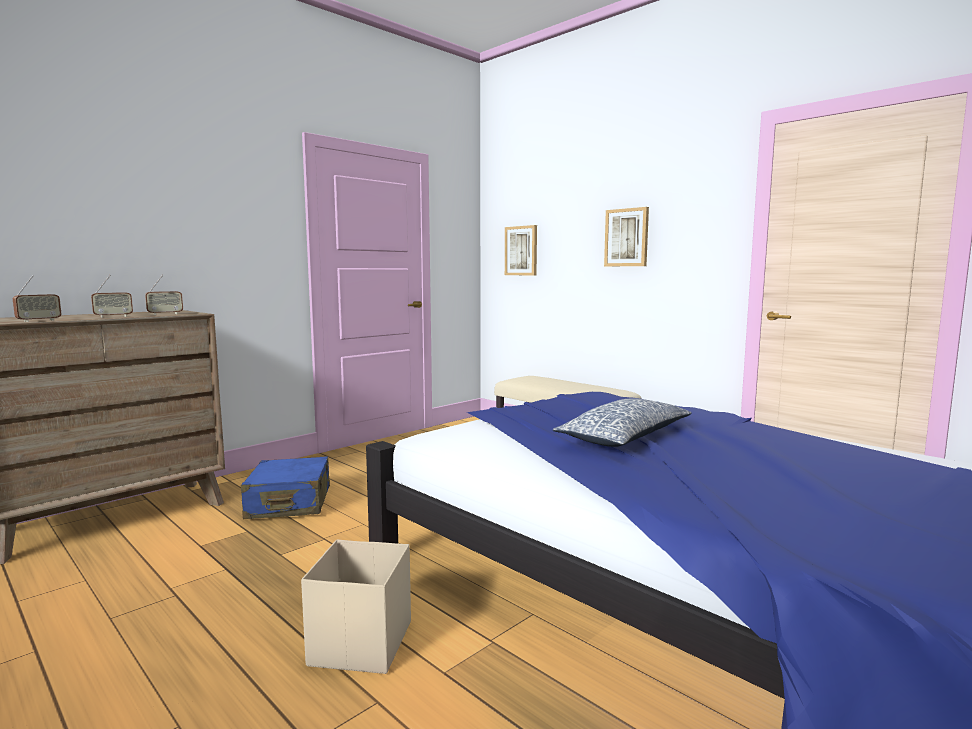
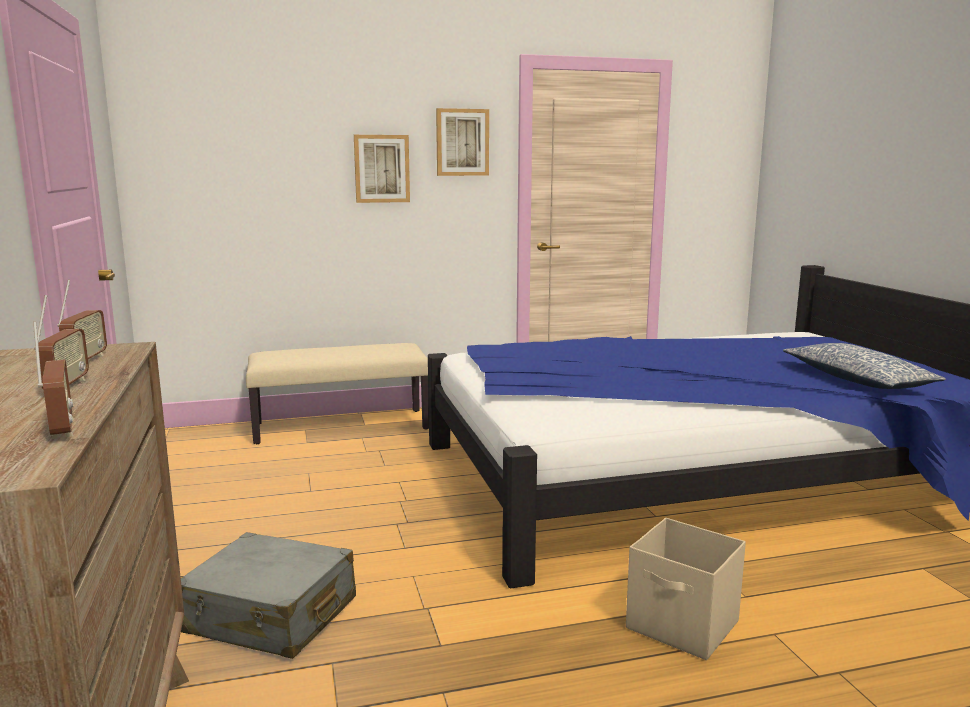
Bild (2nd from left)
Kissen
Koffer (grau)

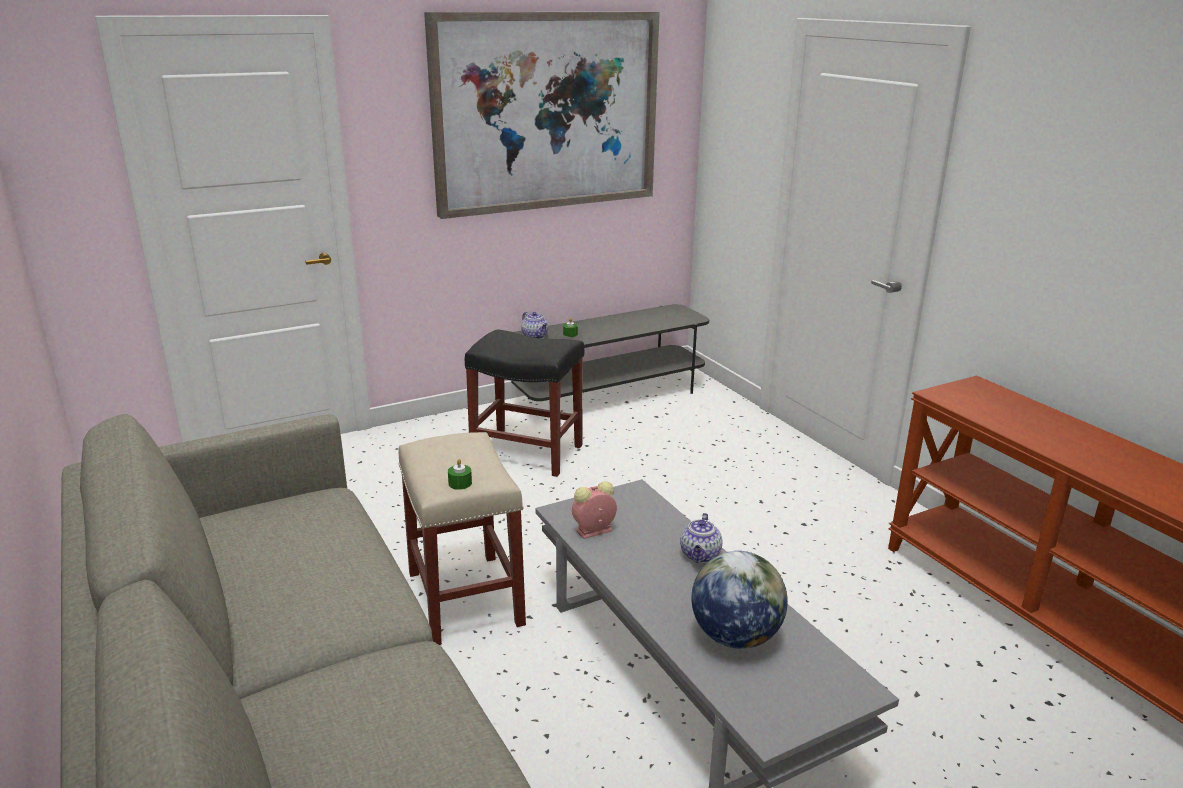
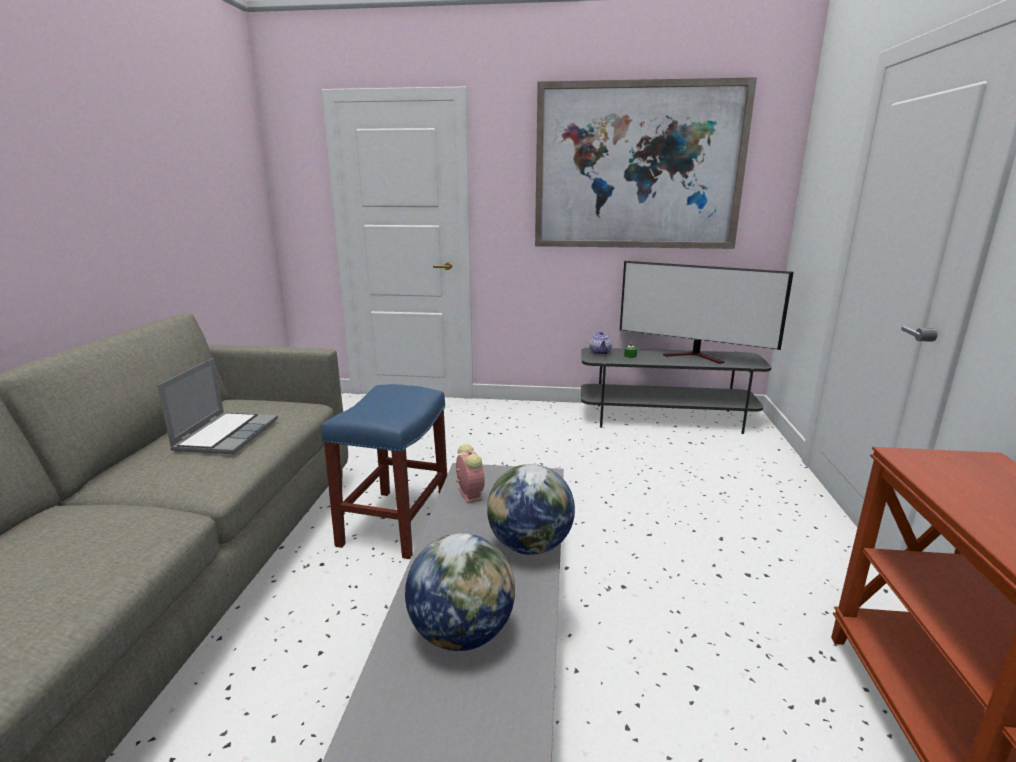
Hocker (schwarz)
Hocker (blau)
Kerze (grün) (1st from left in the first image)
Wecker
Globus (2nd from left)
Fernseher
Laptop

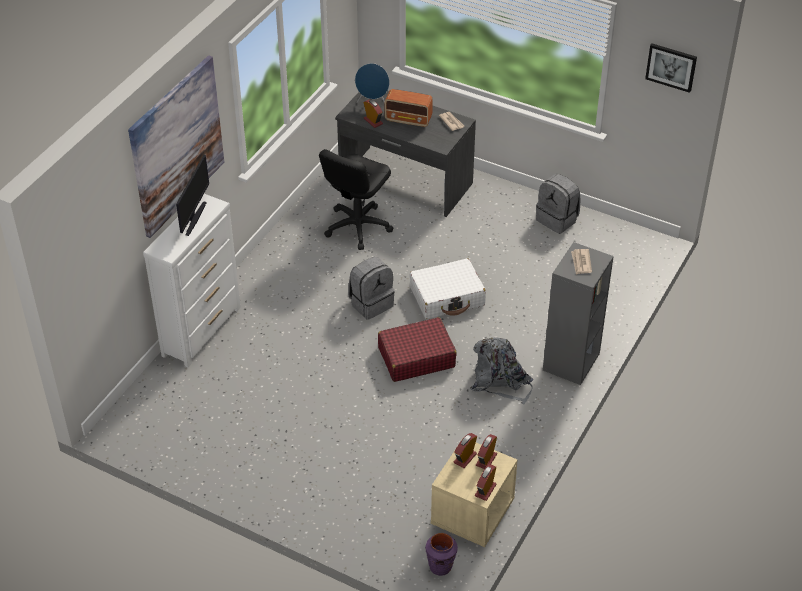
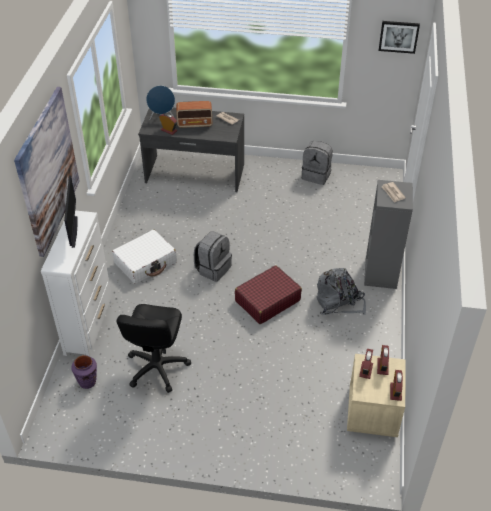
Bürostuhl (schwarz)
Koffer (weiß)
Vase (lila)

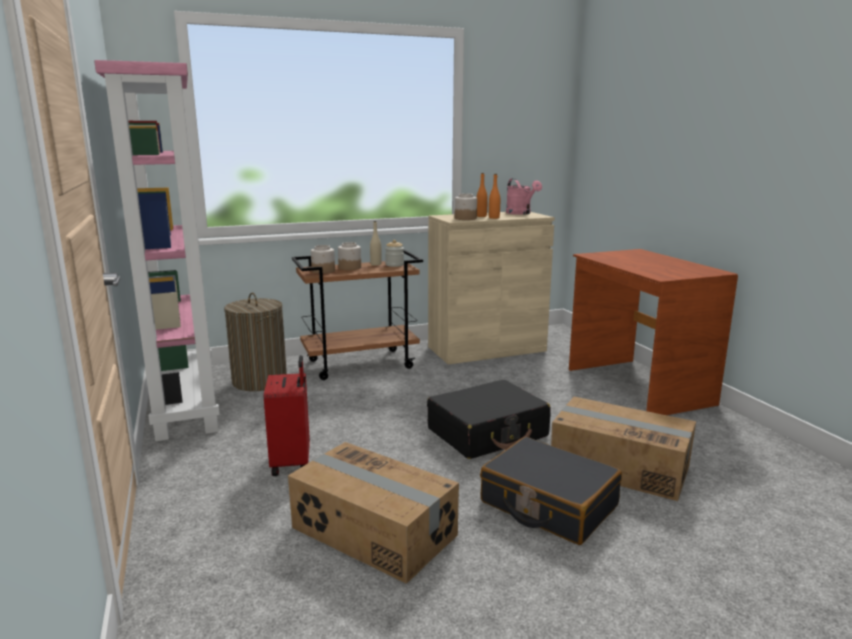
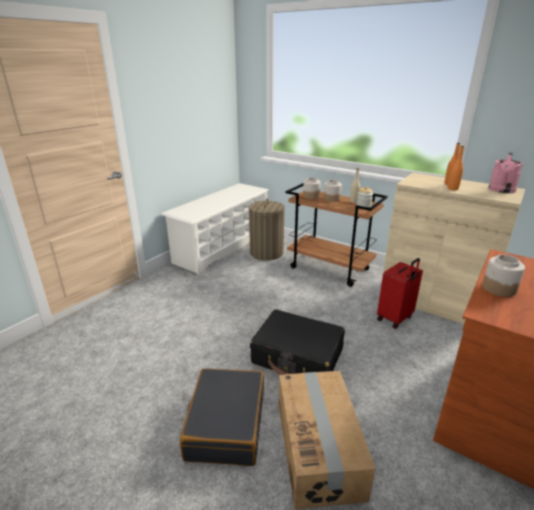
Schuhregal (weiß)
Vorratsglas (4th from left)
Koffer (rot)
Karton (1st from left in the first image)

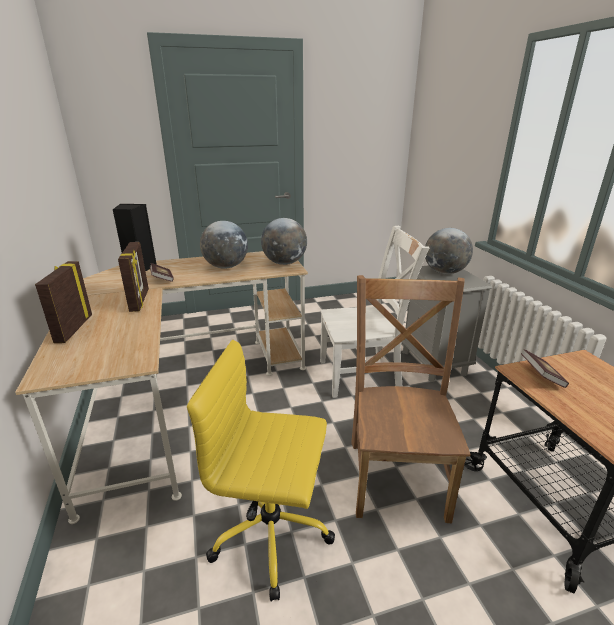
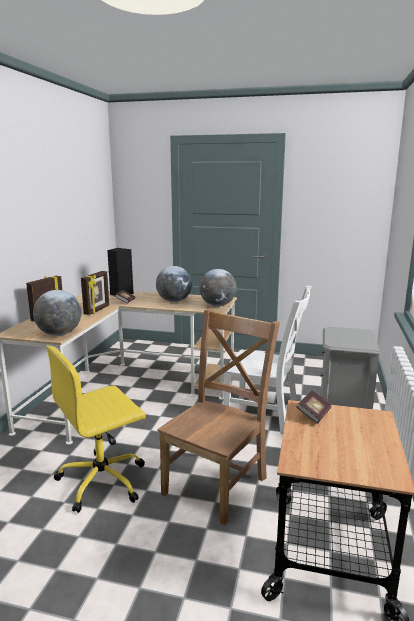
Globus (1st from left)
Bürostuhl (gelb)

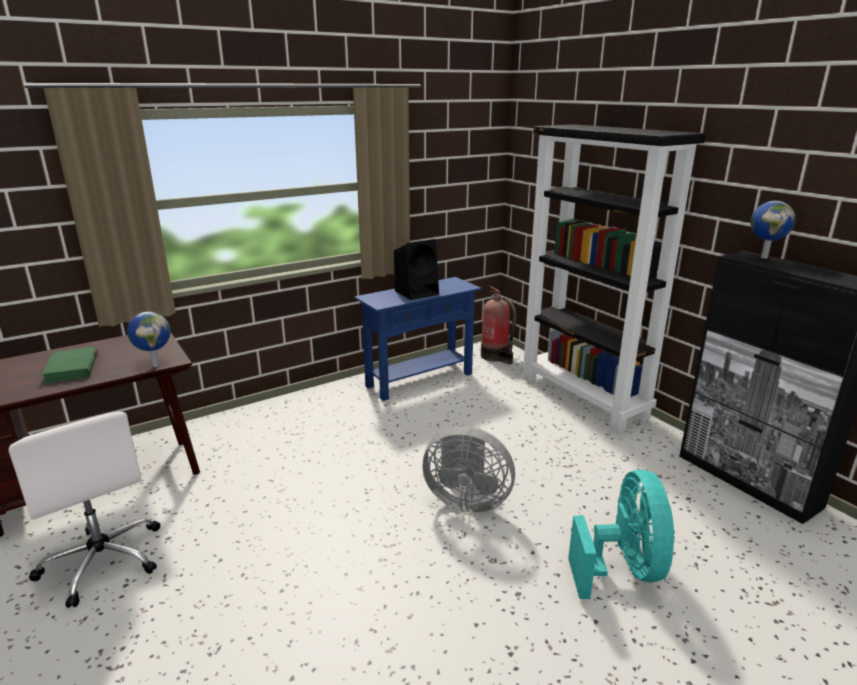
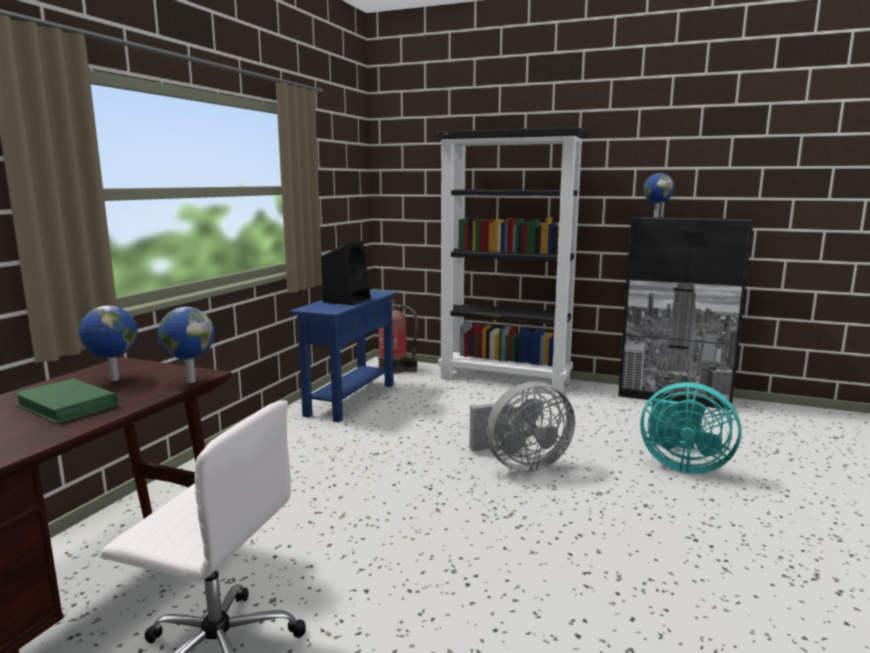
Ventilator (türkis)
Globus (1st from left)

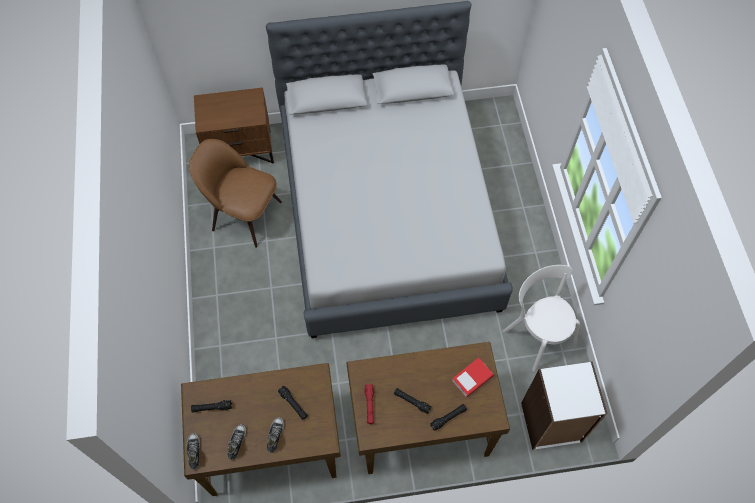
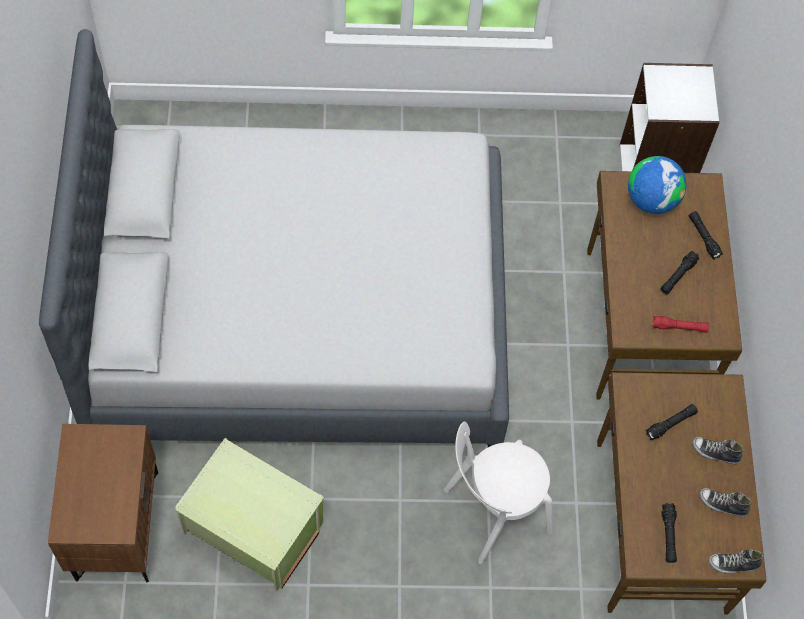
Aufbewahrungsbox (grün)
Stuhl (weiß)
Globus

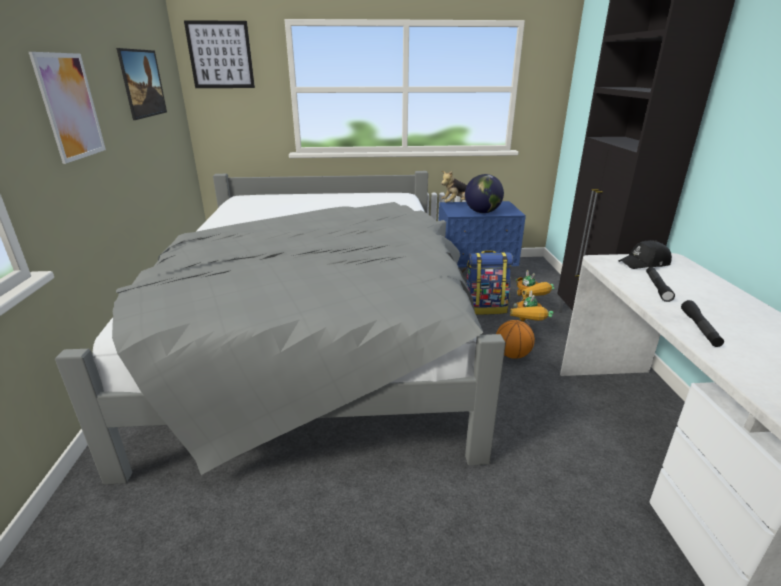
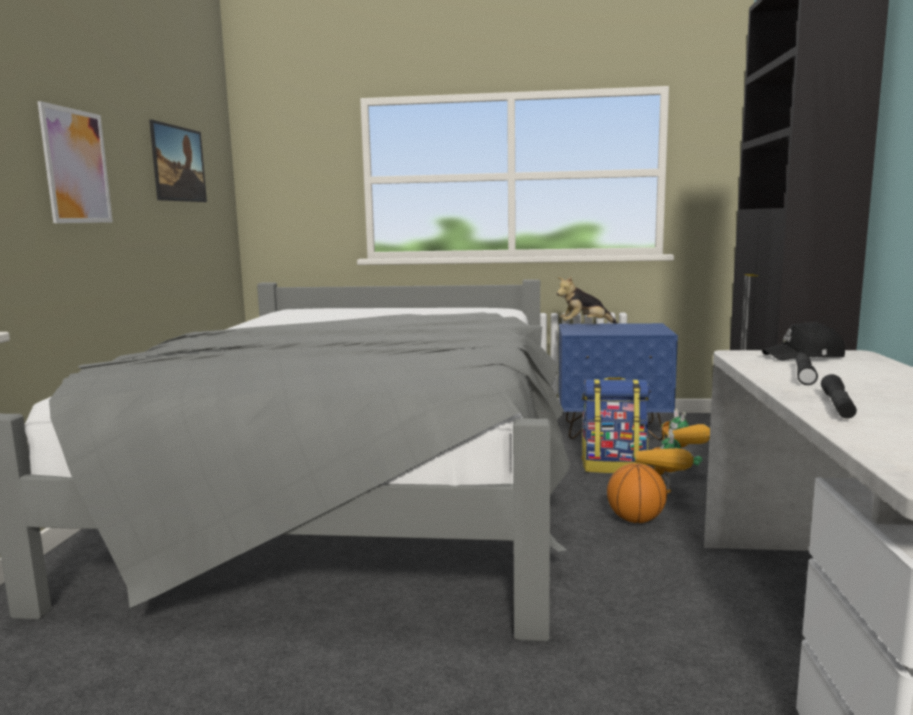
Bild (3rd from left in the first image)
Globus

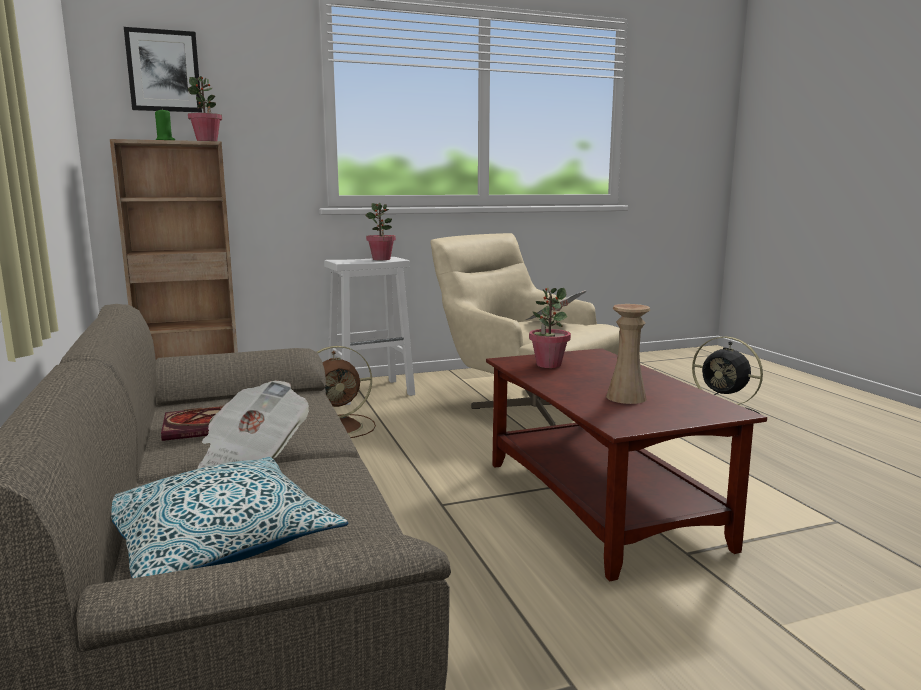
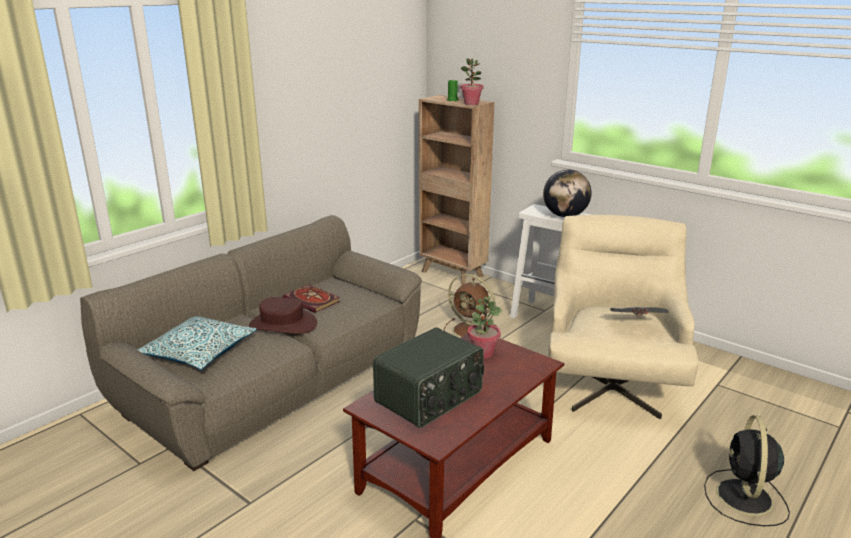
Bild
Globus
Radio
Hut (braun)

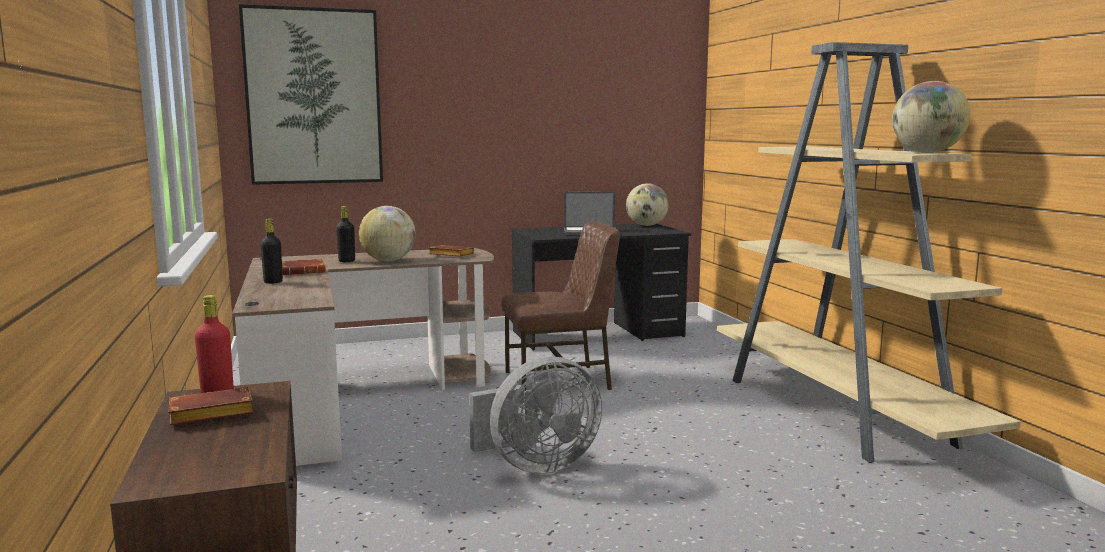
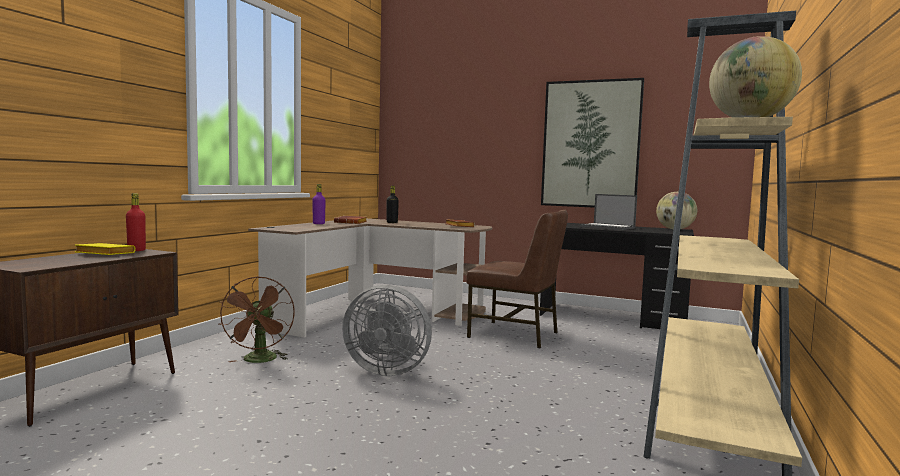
Bild
Globus (1st from left in the first image)
Flasche (lila)
Buch (gelb)
Ventilator (braun)

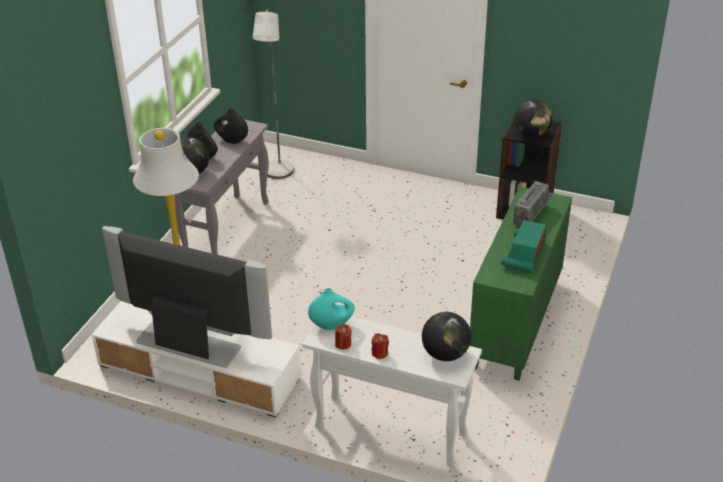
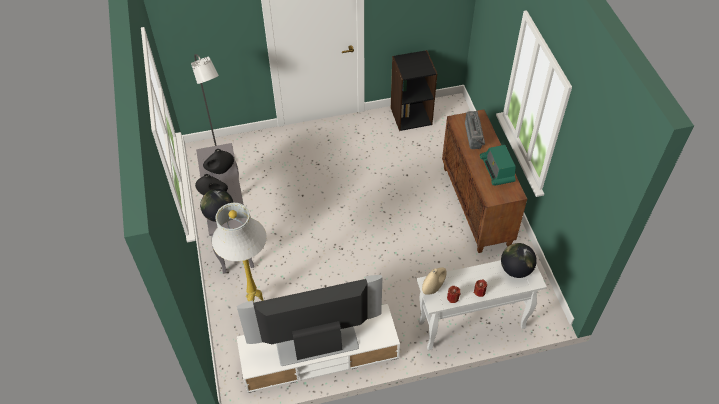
Globus (3rd from left in the first image)
Schrank (braun)
Vase (beige)

